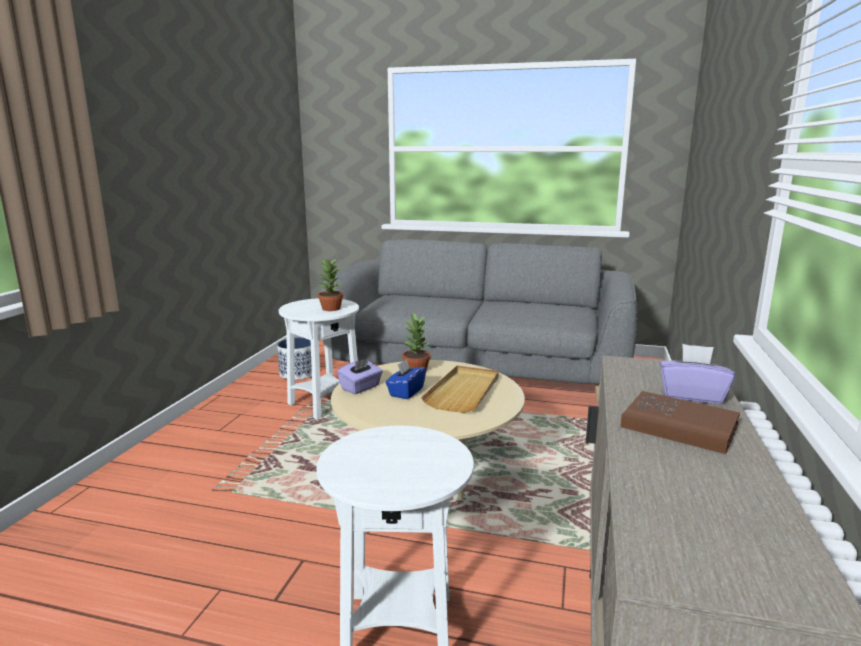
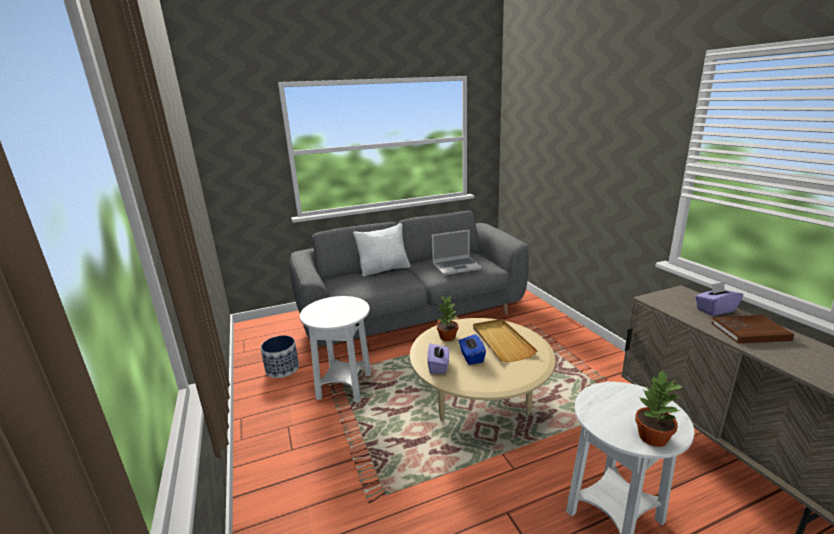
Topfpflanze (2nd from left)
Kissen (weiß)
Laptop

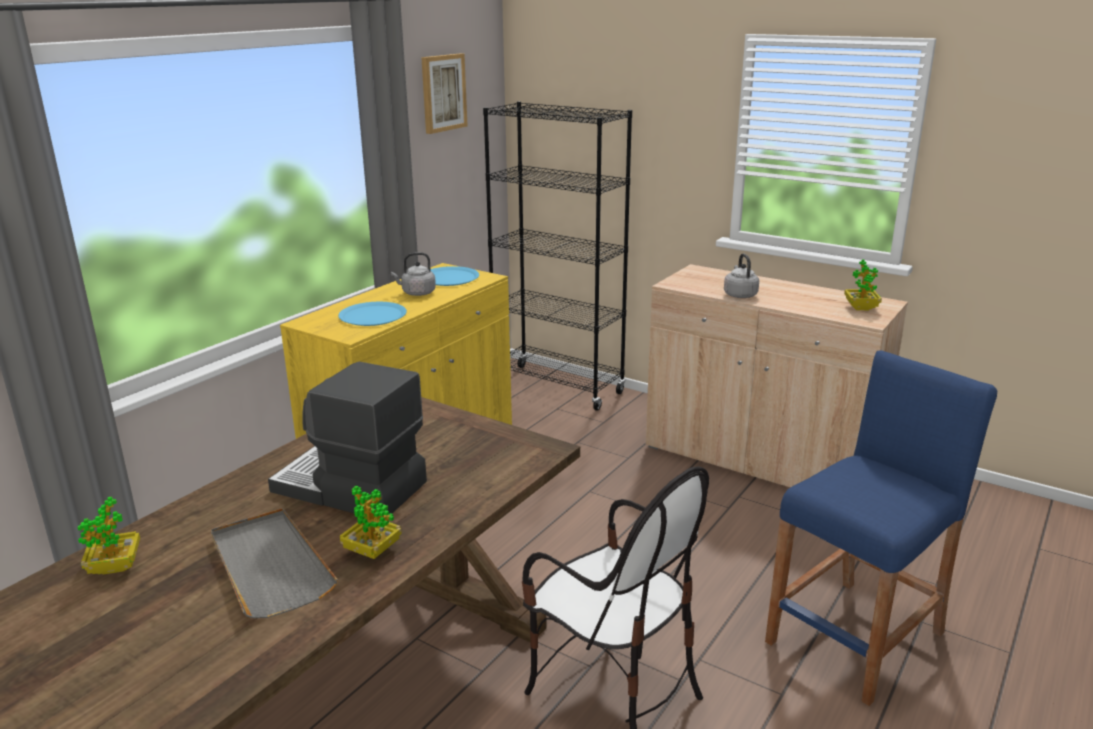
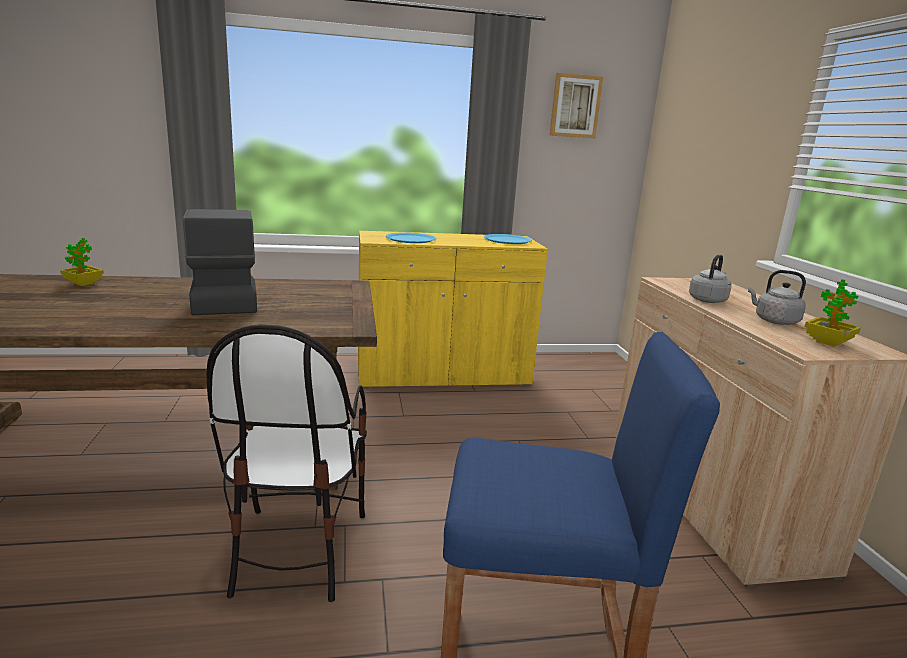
Bücherregal (schwarz)
Wasserkessel (grau) (2nd from left)
Topfpflanze (2nd from left in the first image)
Tablett (grau)

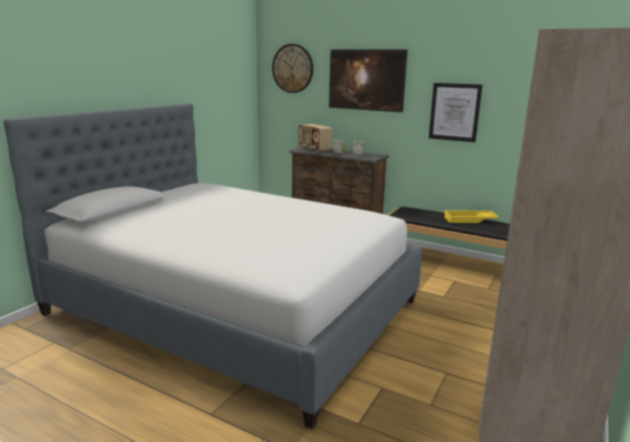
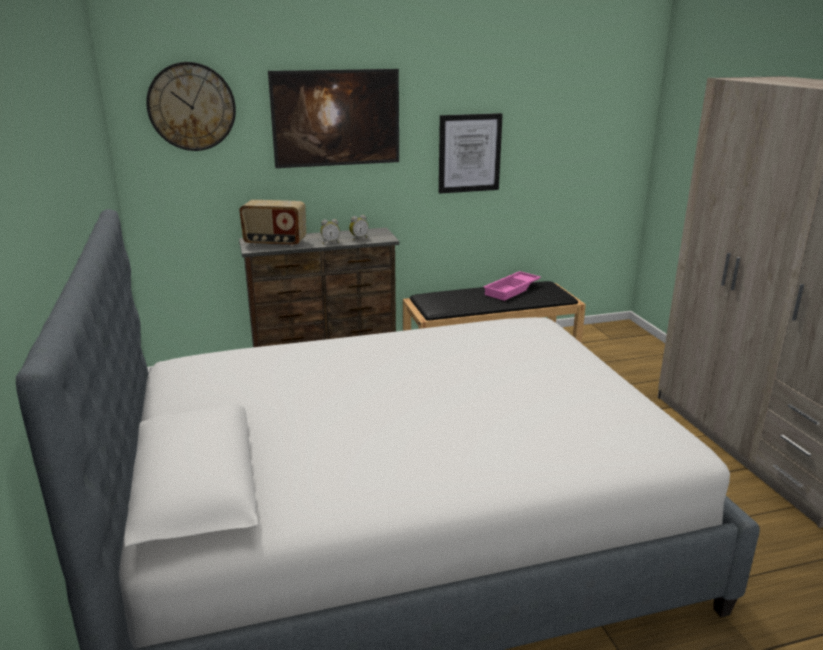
Tablett (rosa)

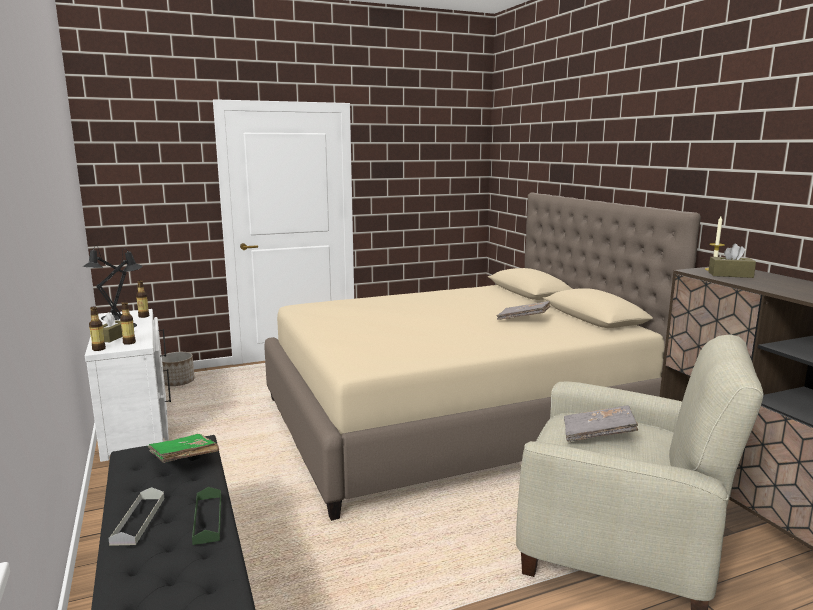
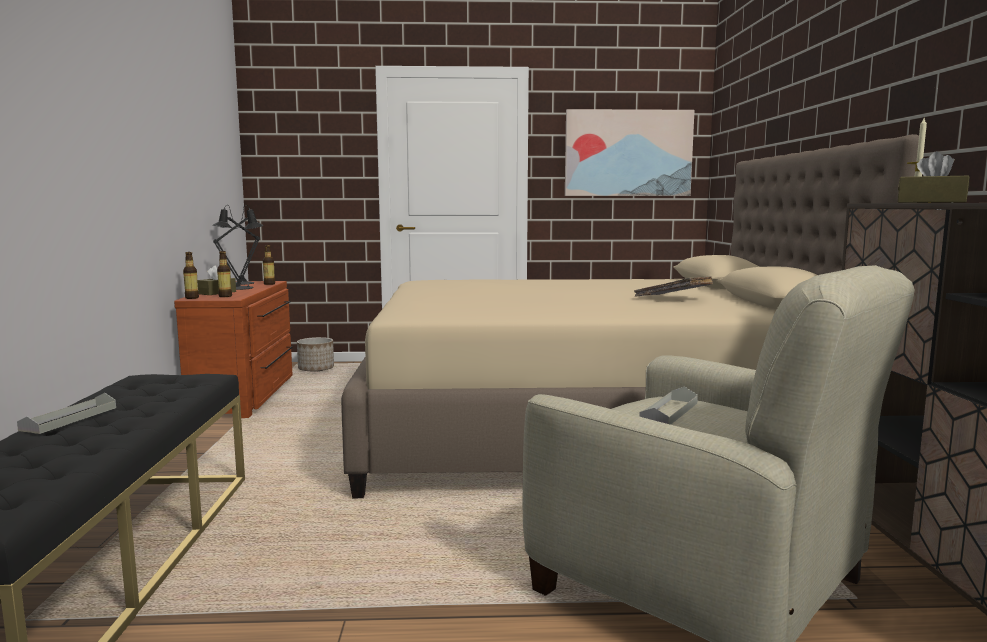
Kommode (braun)
Tablett (grau) (2nd from left)
Buch (grün)
Tablett (grün)
Bild

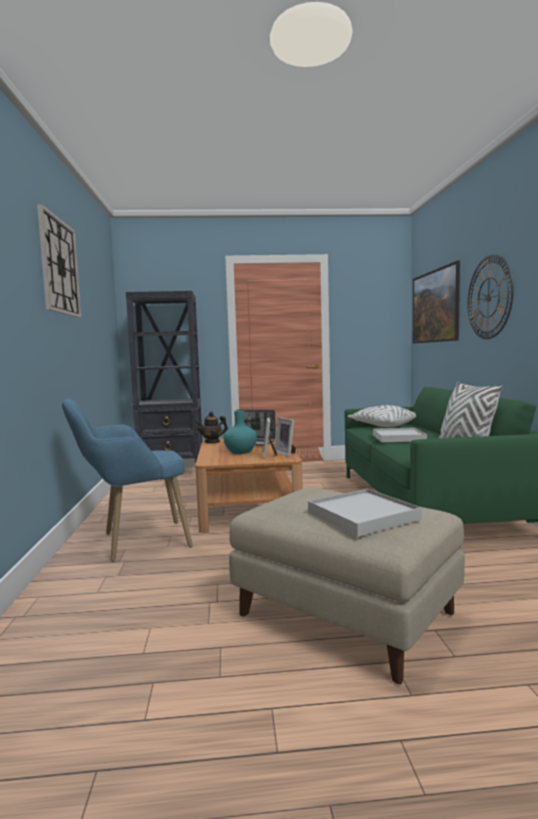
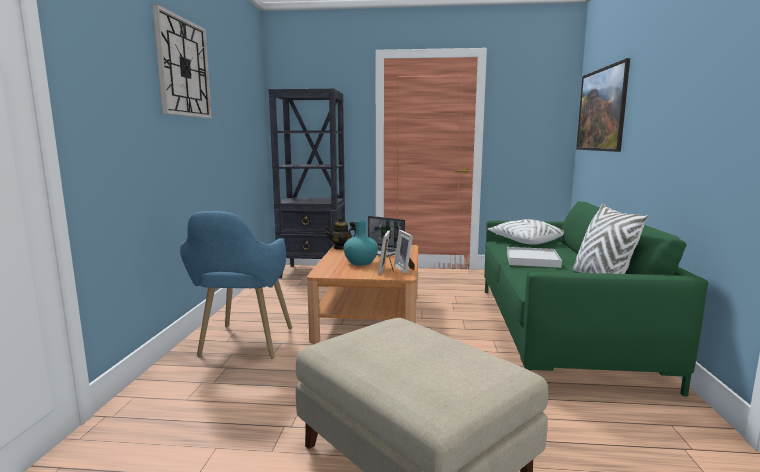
Wanduhr (2nd from left in the first image)
Sessel (blau)
Tablett (weiß) (1st from left in the first image)

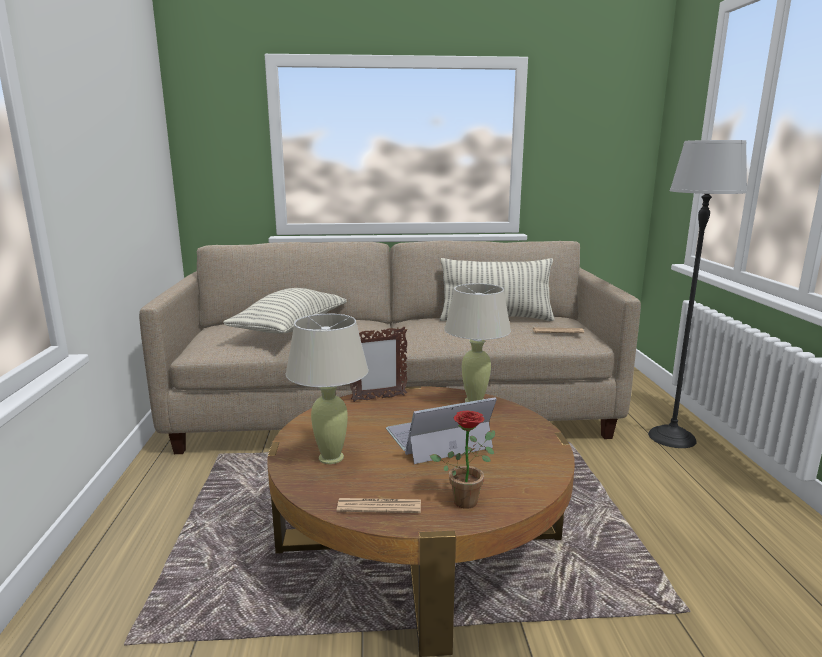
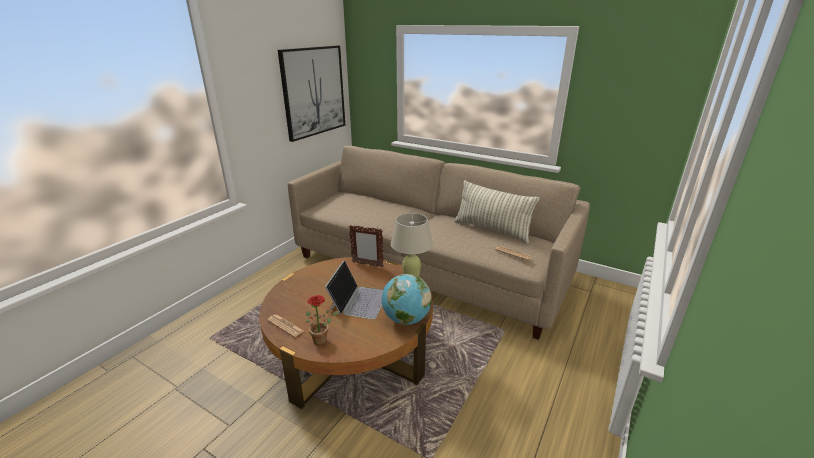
Stehlampe
Kissen (1st from left in the first image)
Tischlampe (beige) (1st from left in the first image)
Laptop
Bild
Globus

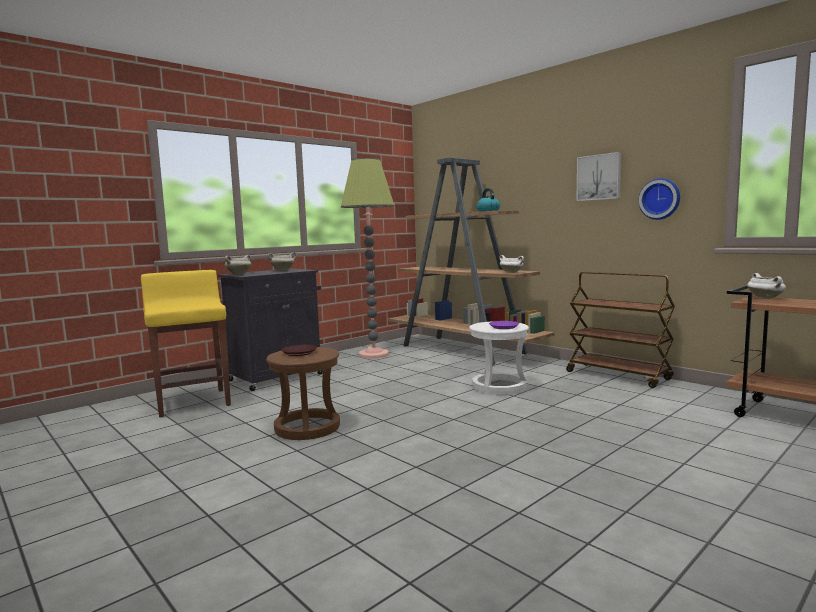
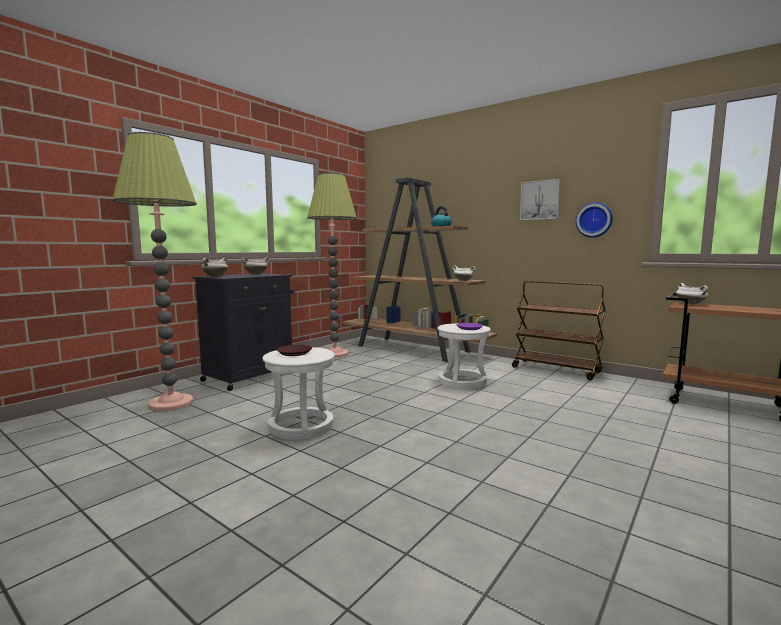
Stehlampe (1st from left)
Hocker (weiß) (1st from left)

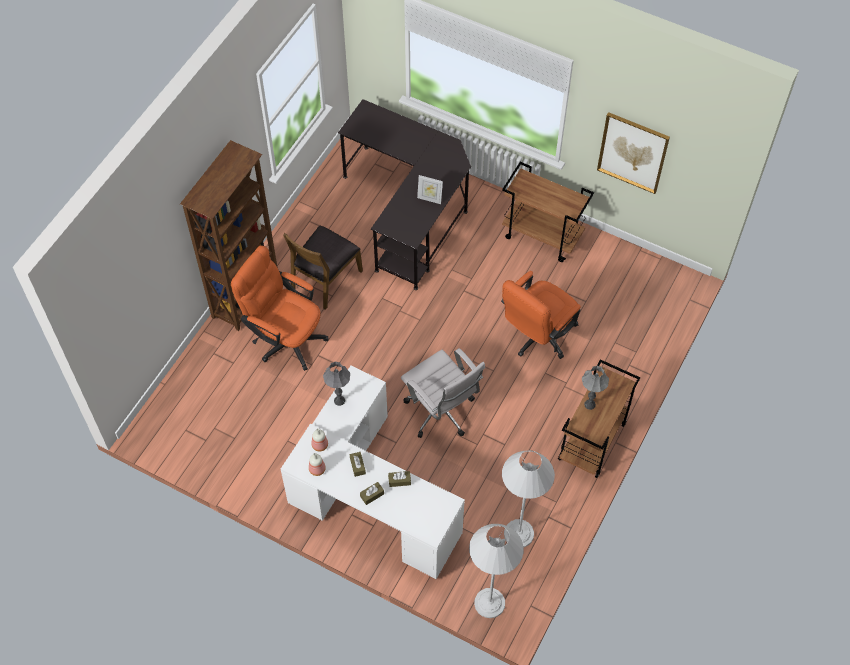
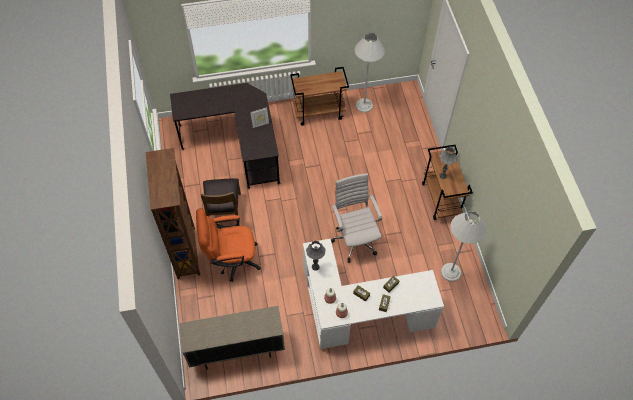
Bild
Bürostuhl (orange) (2nd from left in the first image)
Bürostuhl (weiß)
Stehlampe (weiß) (1st from left)
Schrank (beige)

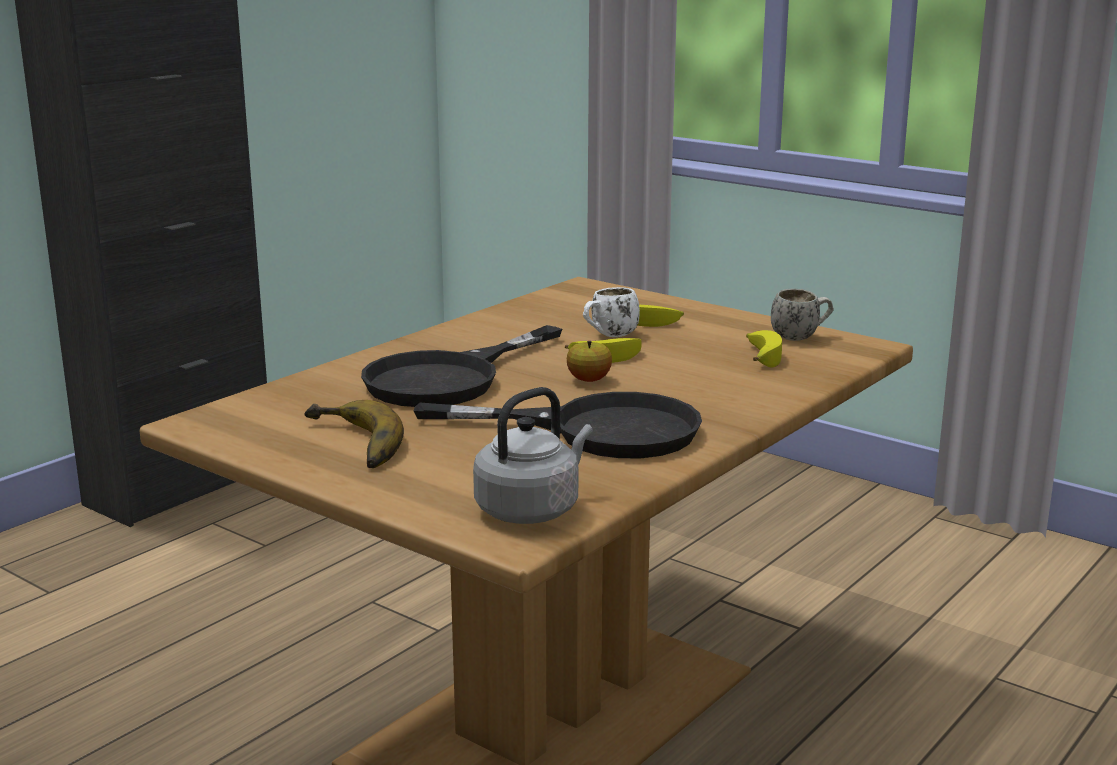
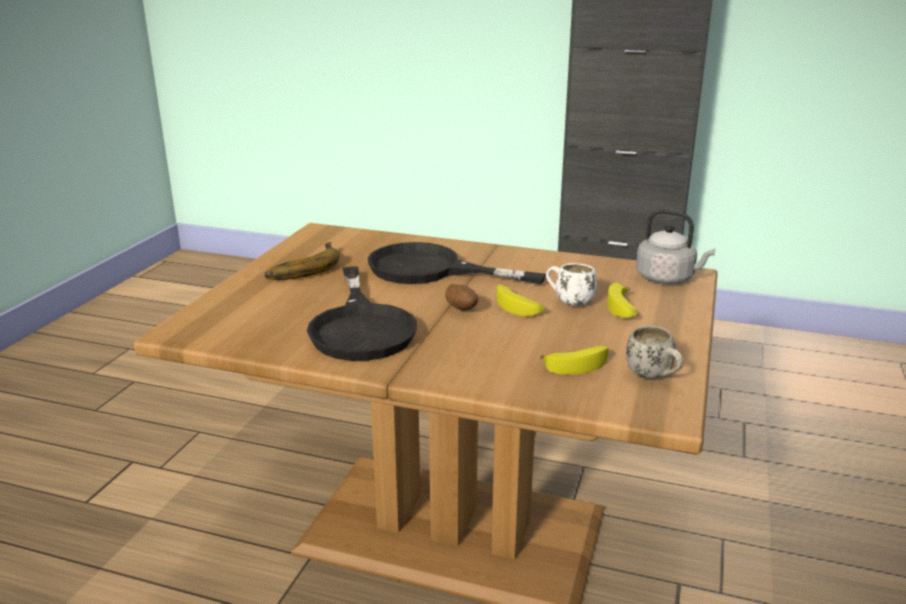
Kartoffel
Wasserkessel (grau)

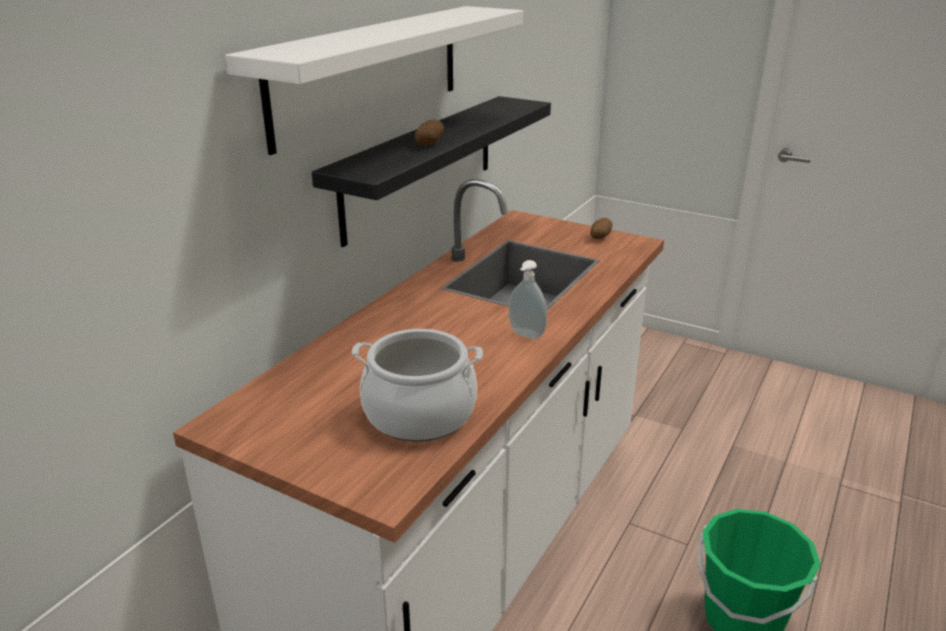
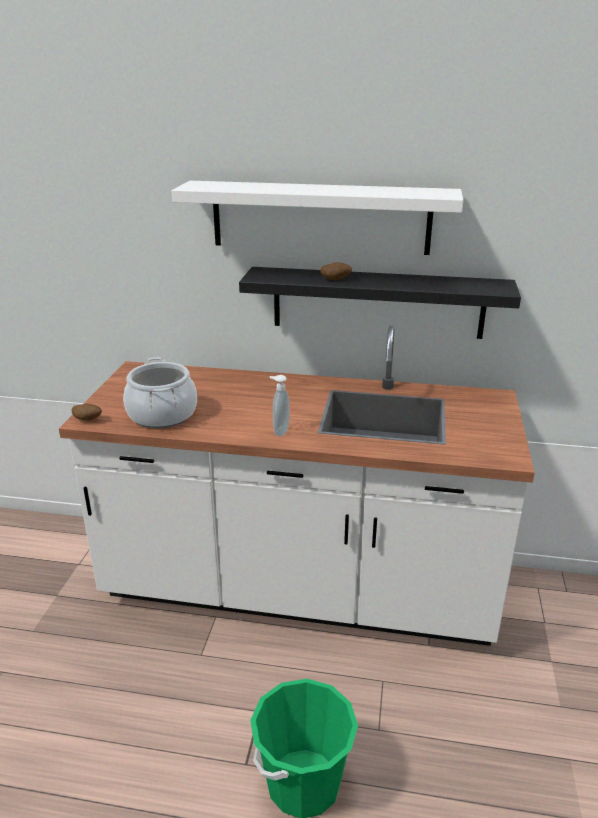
Kartoffel (1st from left)

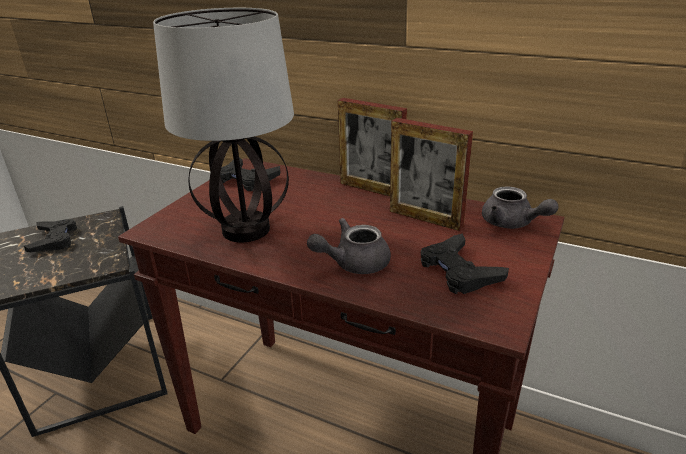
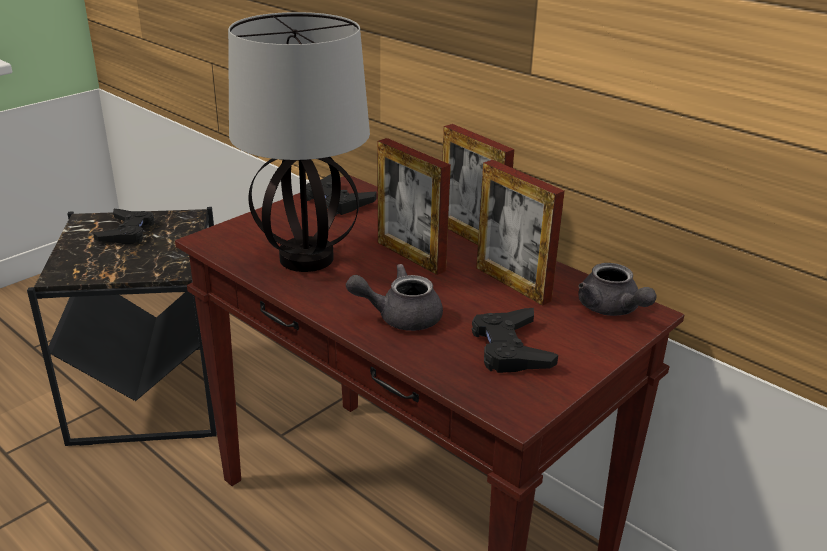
Bilderrahmen (1st from left)

